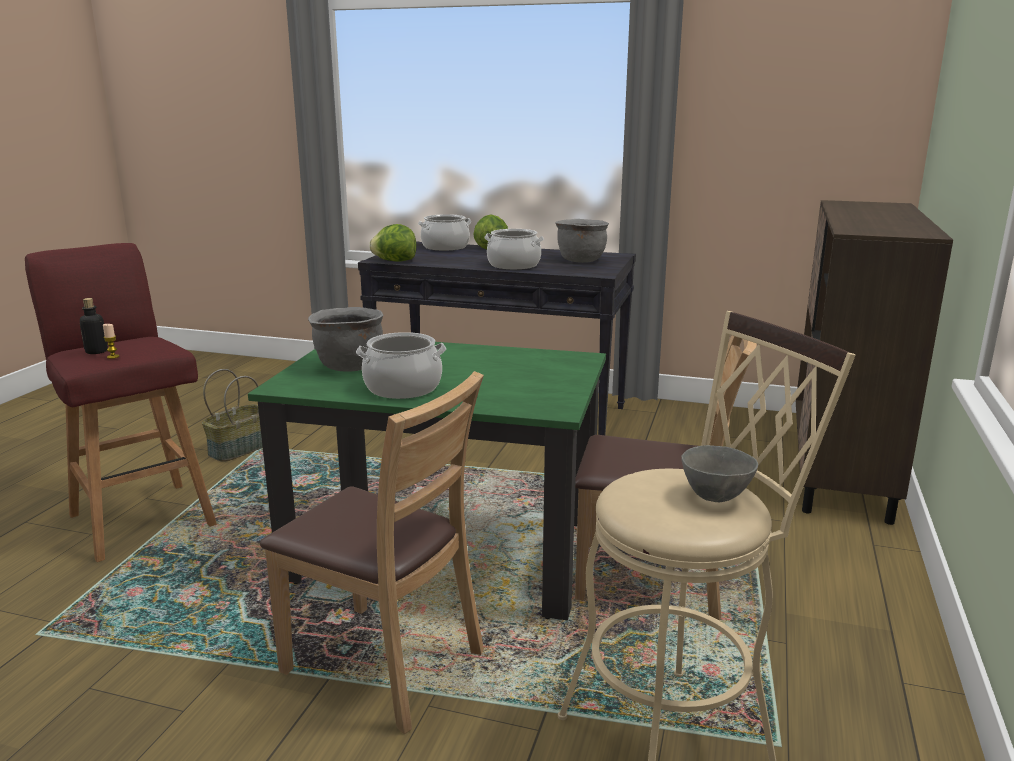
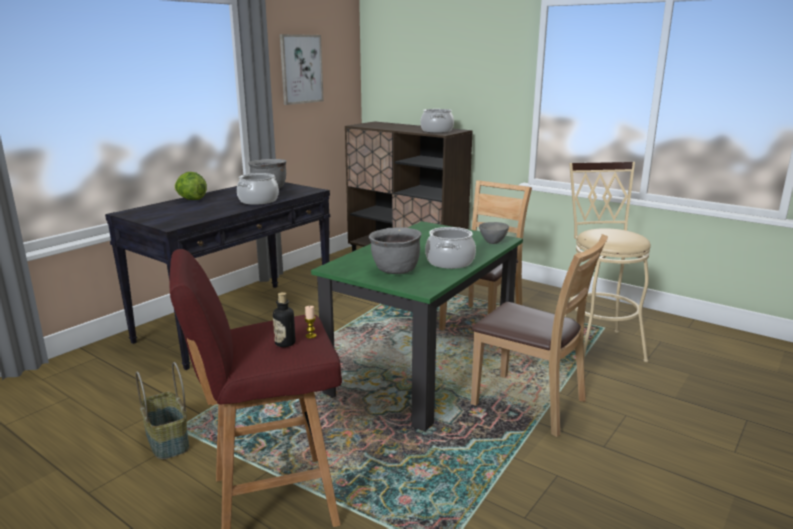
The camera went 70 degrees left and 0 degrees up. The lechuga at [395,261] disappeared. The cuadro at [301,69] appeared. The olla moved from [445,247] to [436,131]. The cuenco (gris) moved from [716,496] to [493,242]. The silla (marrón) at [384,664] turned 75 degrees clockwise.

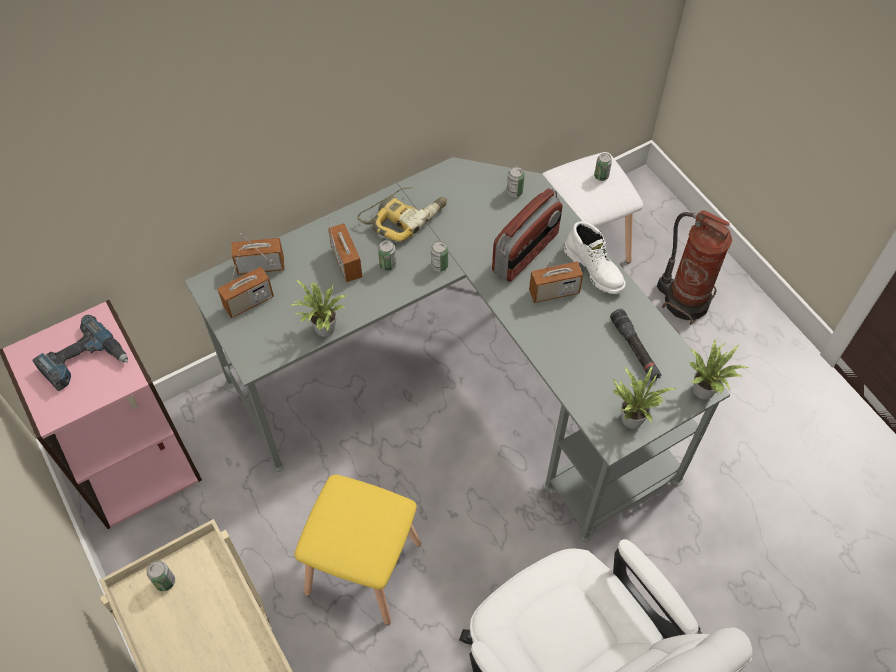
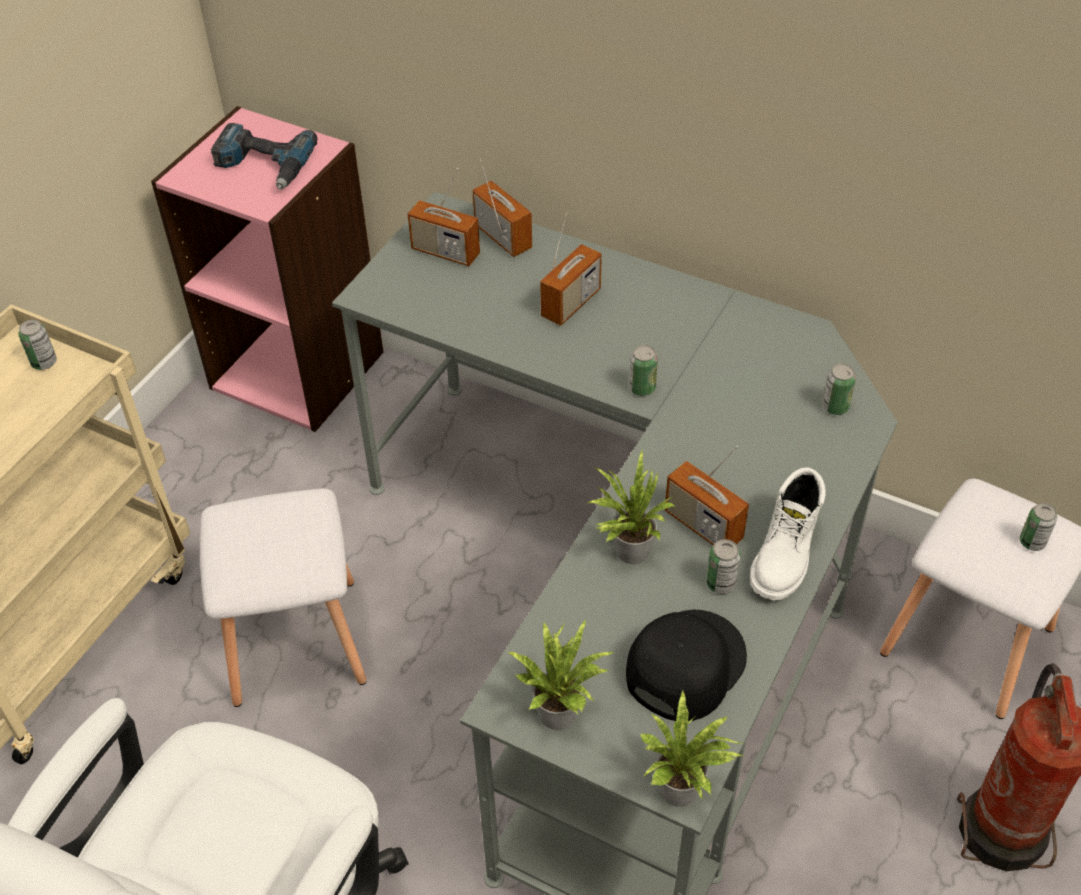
The camera went 60 degrees right and 10 degrees down. The taladro at [404,216] disappeared. The radio at [526,253] disappeared. The planta en maceta moved from [323,330] to [627,550]. The lata moved from [388,265] to [720,583]. The linterna (negro) at [634,349] was replaced by the gorra (negro) at [683,665]. The taburete (amarillo) at [363,566] became the taburete (blanco) at [298,639].

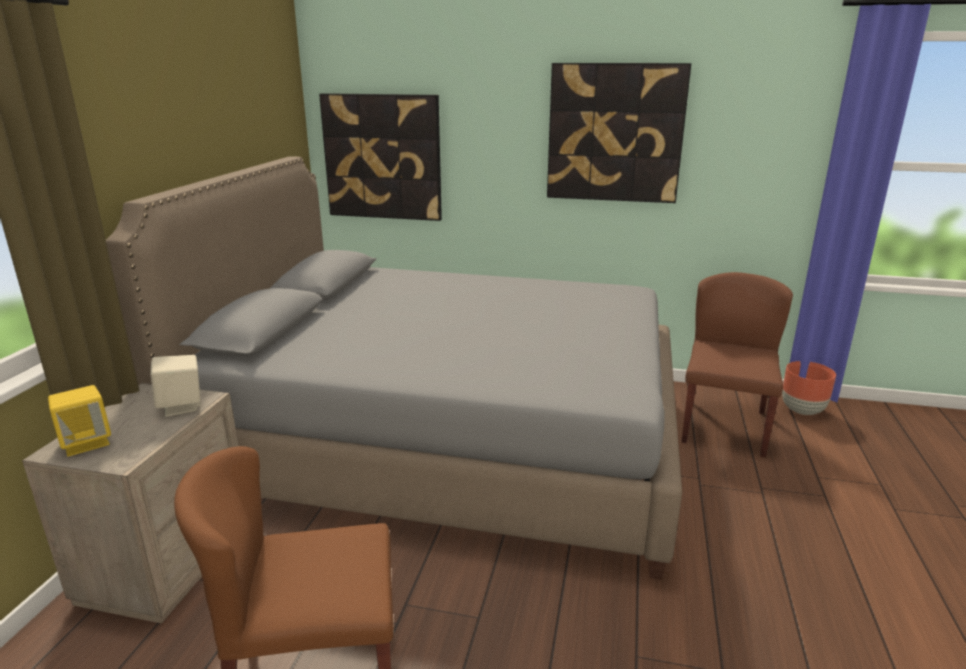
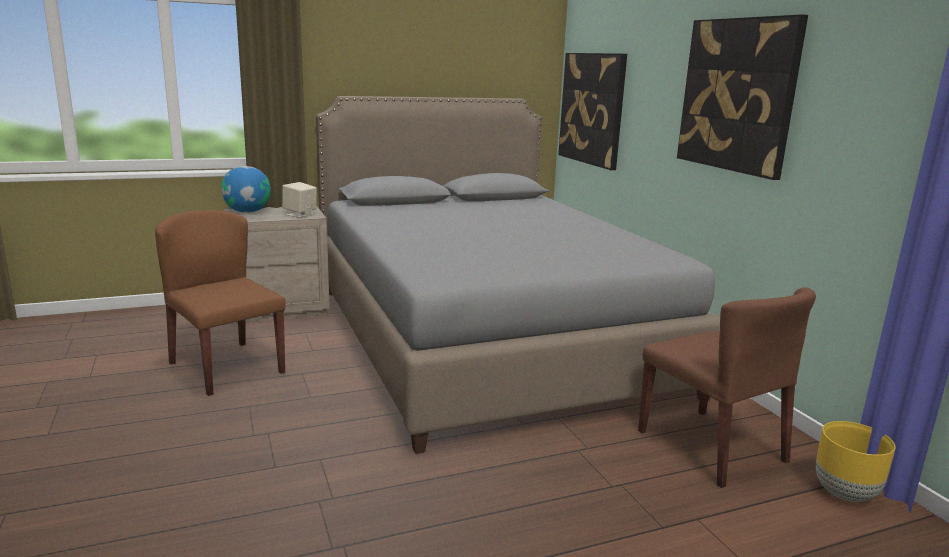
The camera went 55 degrees right and 5 degrees down. The altavoz (amarillo) at [86,443] was replaced by the globo terráqueo at [247,212]. The maceta (marrón) at [802,410] became the maceta (amarillo) at [845,493]. The silla (marrón) at [723,426] turned 75 degrees clockwise.

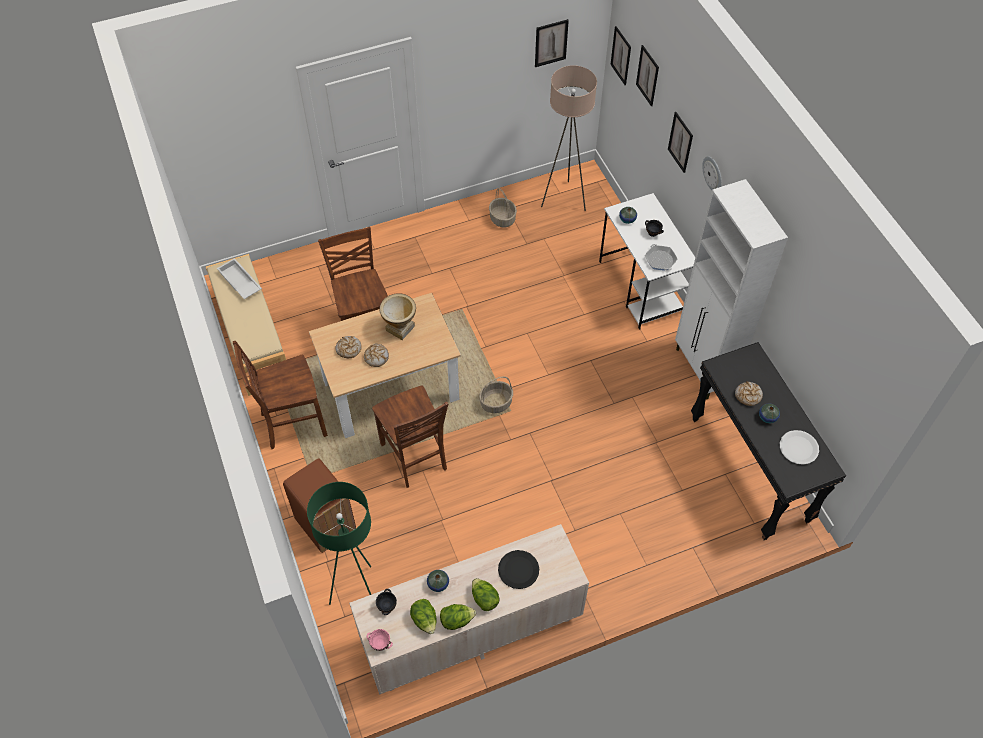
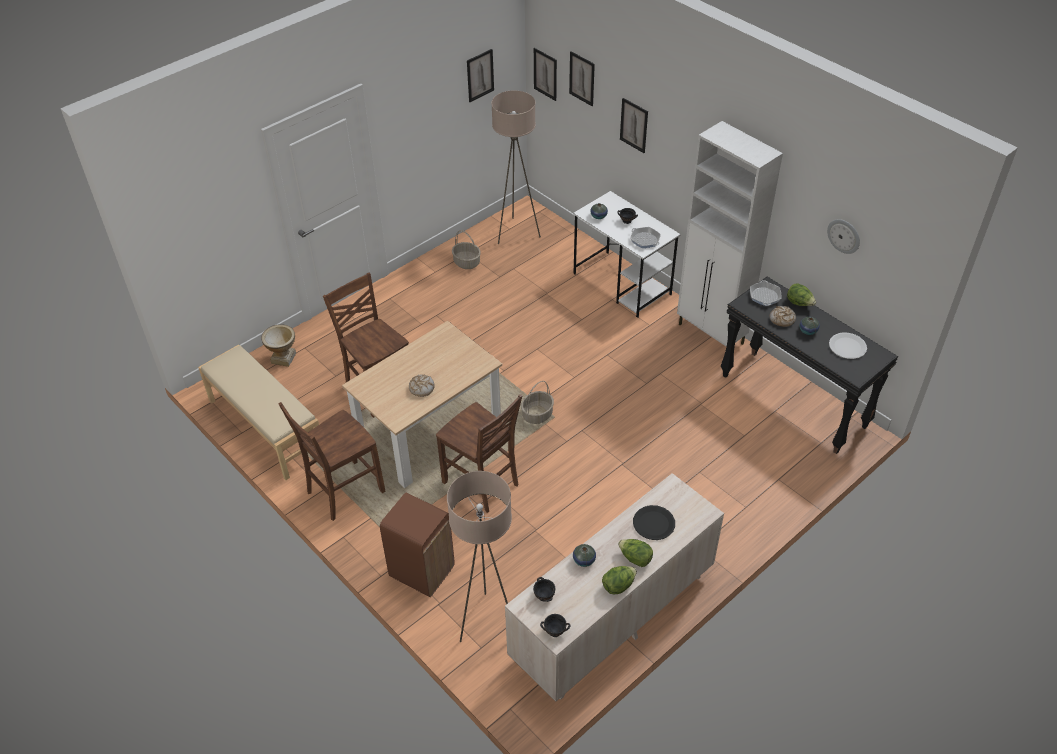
The camera went 20 degrees left and 10 degrees down. The bandeja (blanco) at [239,282] disappeared. The pan at [348,349] disappeared. The sartén at [764,296] appeared. The florero moved from [400,328] to [283,358]. The lechuga moved from [425,620] to [799,303]. The reloj de pared moved from [713,173] to [844,236]. The lámpara de pie (verde) at [360,595] became the lámpara de pie (beis) at [488,623]. The cuenco (rosa) at [380,644] became the cuenco (negro) at [555,631].

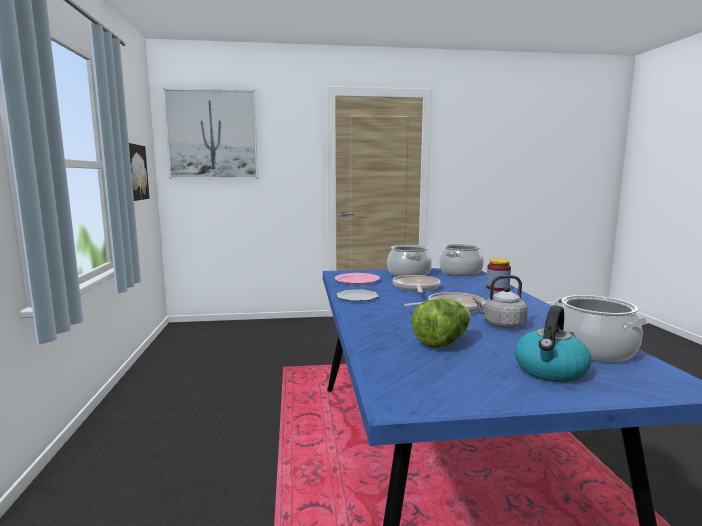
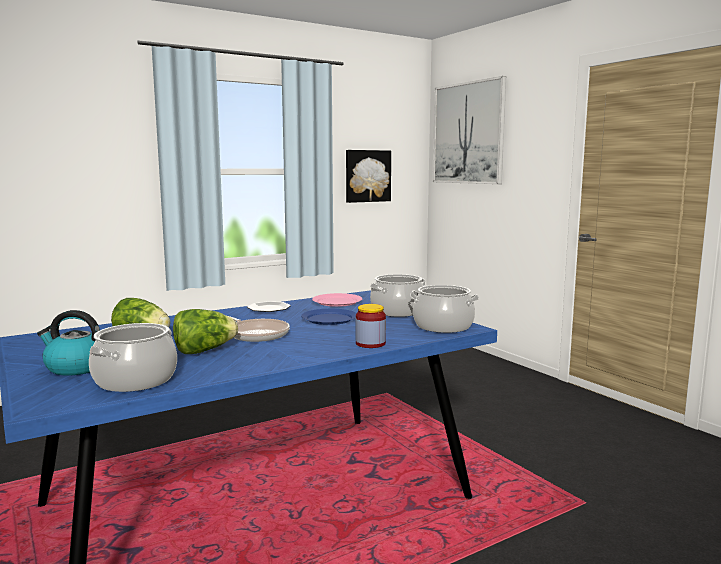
The camera went 65 degrees right and 0 degrees up. The sartén at [416,288] was replaced by the plato (azul) at [329,319]. The hervidor (gris) at [501,325] was replaced by the lechuga at [204,351].

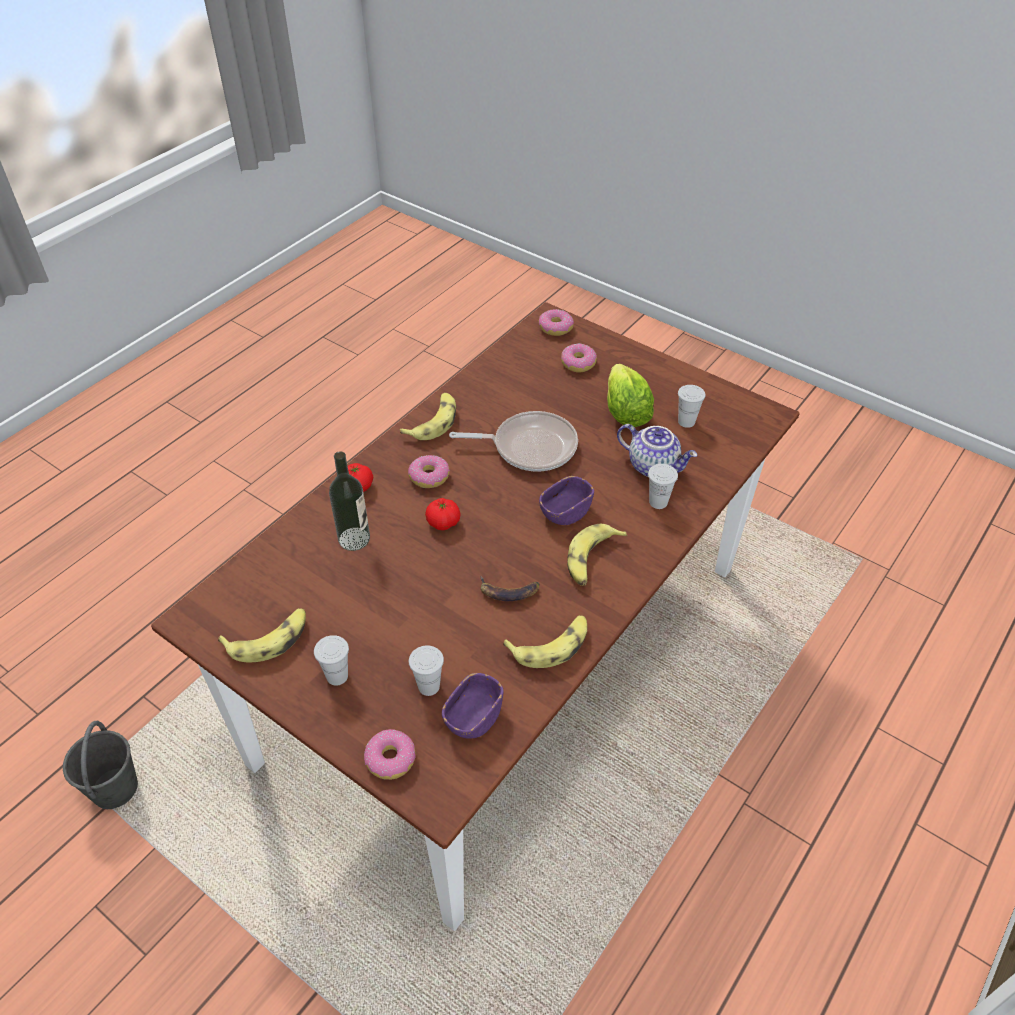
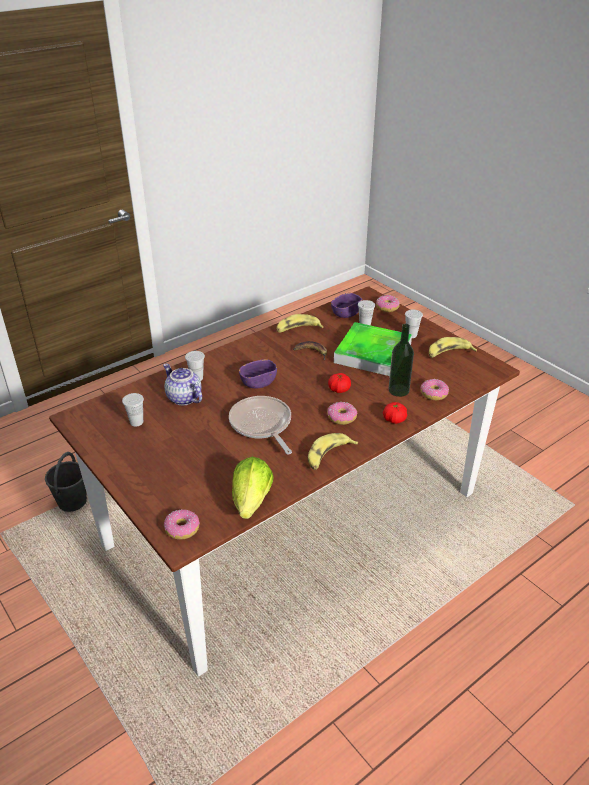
The camera went 165 degrees left and 10 degrees down. The plátano at [592,559] disappeared. The bandeja at [373,353] appeared. The cubo (gris) moved from [115,787] to [72,502]. The rosquilla moved from [578,363] to [434,394]. The lechuga moved from [625,413] to [252,501]. The sartén at [529,447] turned 45 degrees clockwise.

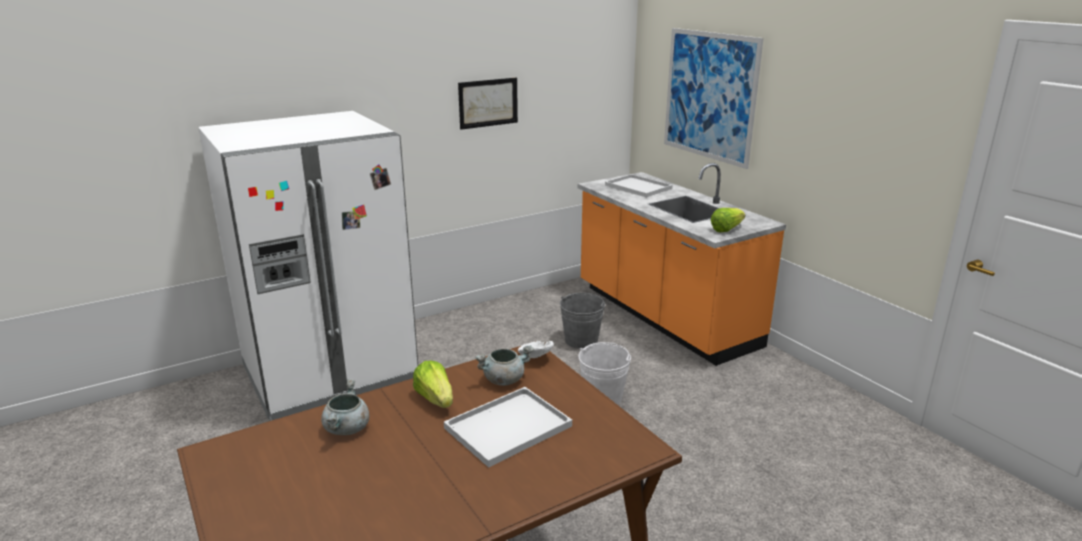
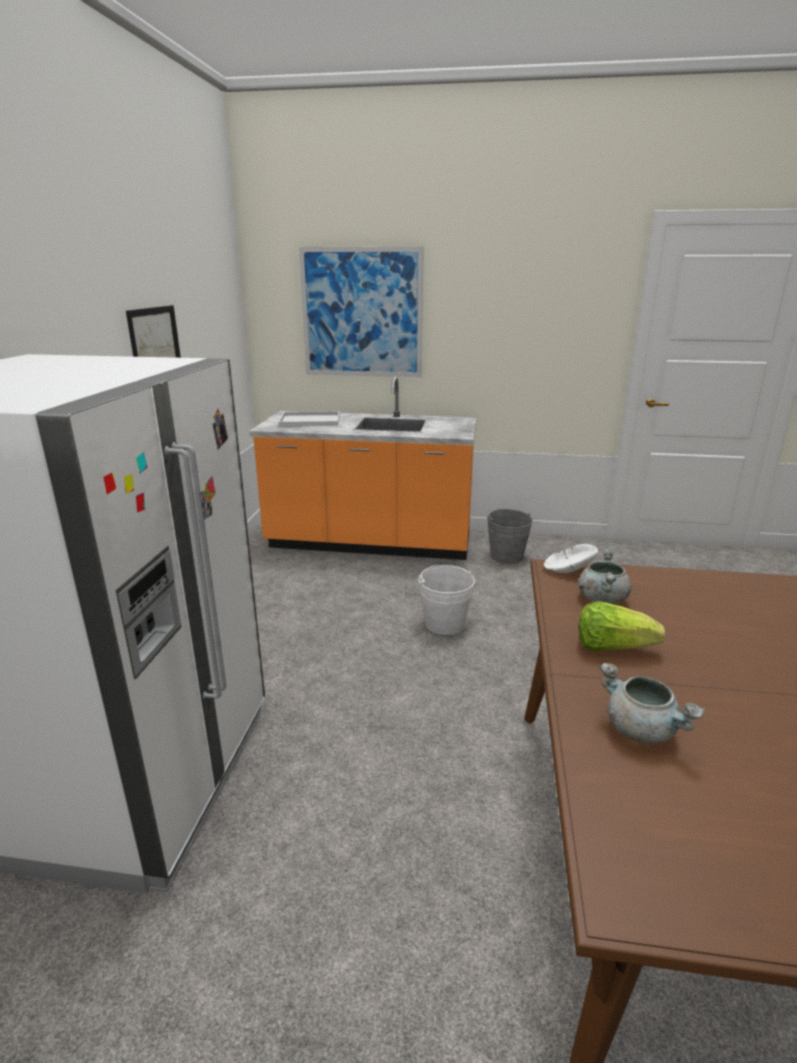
The camera went 50 degrees left and 0 degrees up. The bandeja (blanco) at [509,425] disappeared. The lechuga at [726,229] disappeared. The cubo (gris) moved from [581,340] to [506,556].

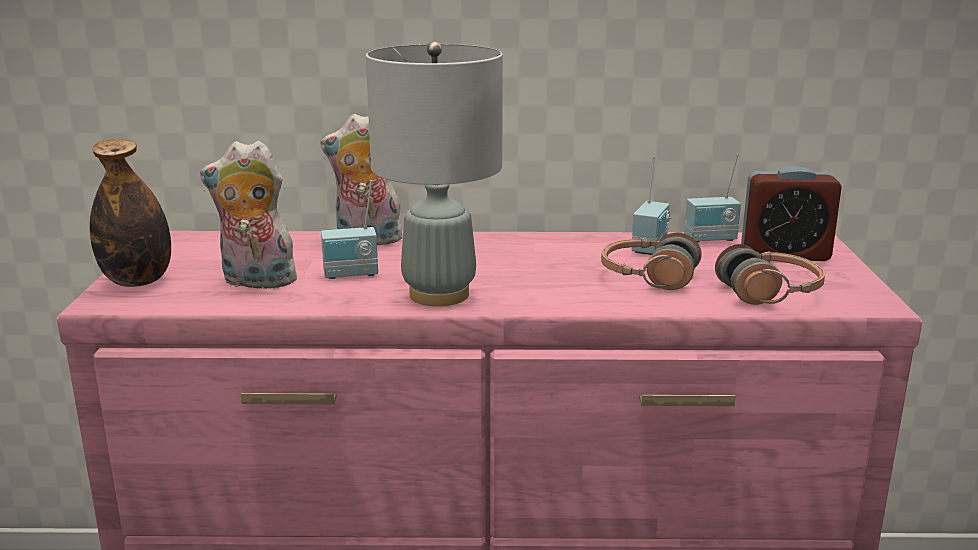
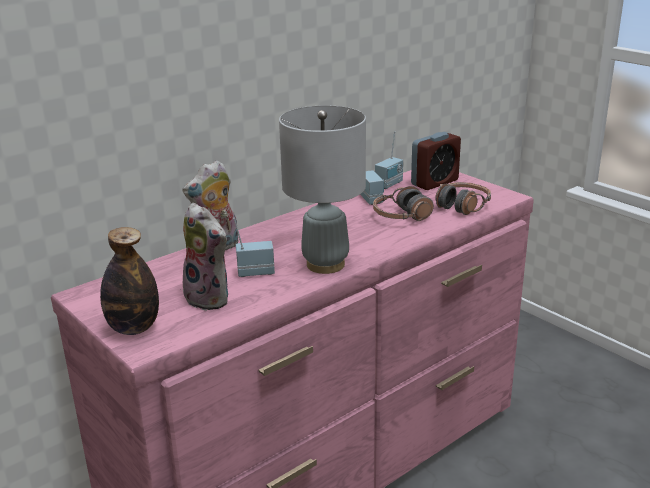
The camera went 40 degrees left and 5 degrees up. The peluche at [255,282] turned 105 degrees counterclockwise. The radio at [351,275] turned 135 degrees counterclockwise.

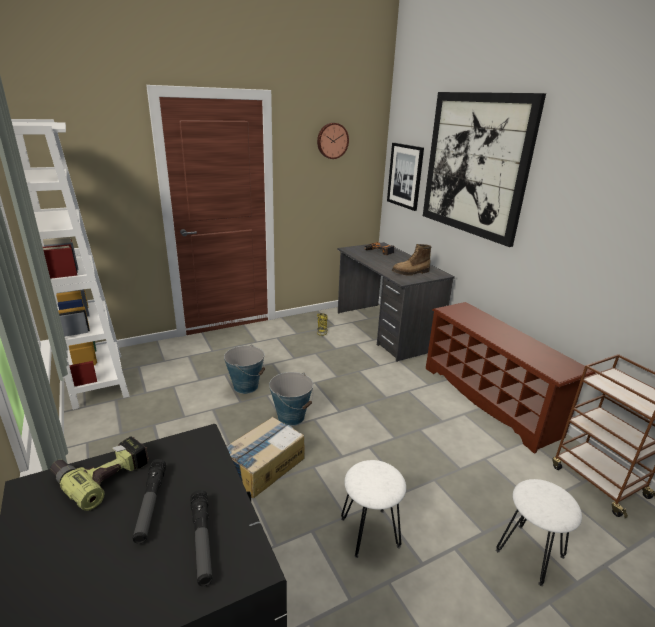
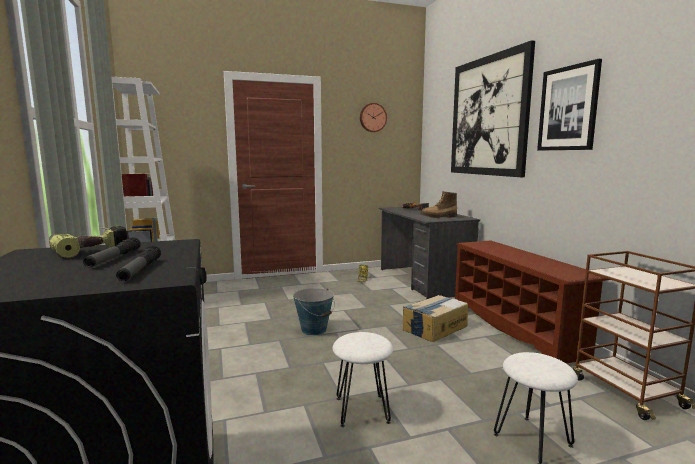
The camera went 10 degrees right and 15 degrees down. The cubo at [246,386] disappeared. The caja de cartón moved from [263,466] to [434,328]. The cuadro moved from [405,176] to [568,108].

